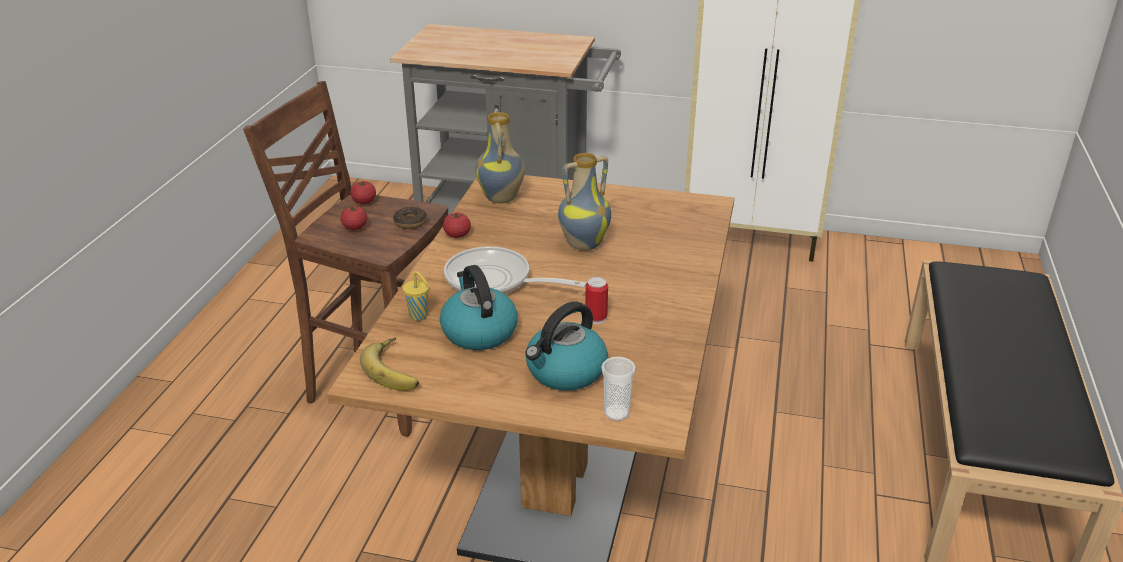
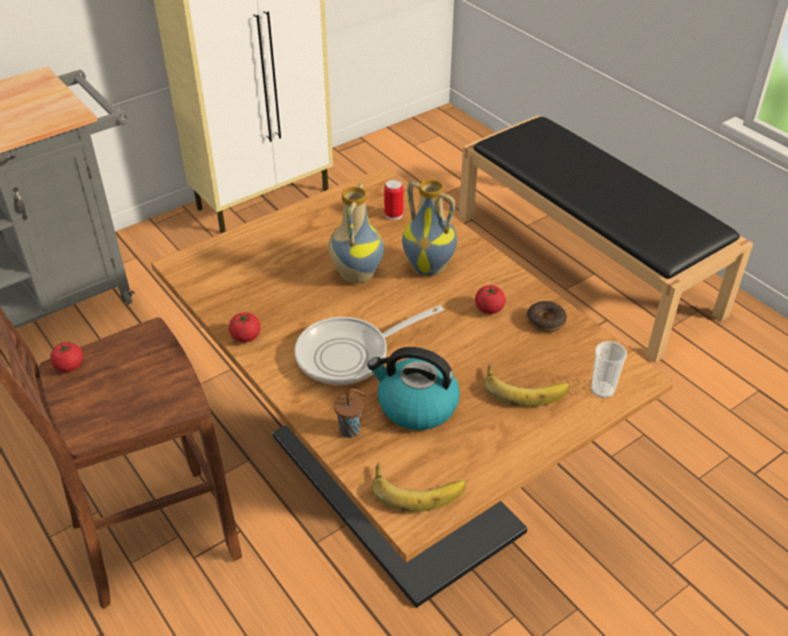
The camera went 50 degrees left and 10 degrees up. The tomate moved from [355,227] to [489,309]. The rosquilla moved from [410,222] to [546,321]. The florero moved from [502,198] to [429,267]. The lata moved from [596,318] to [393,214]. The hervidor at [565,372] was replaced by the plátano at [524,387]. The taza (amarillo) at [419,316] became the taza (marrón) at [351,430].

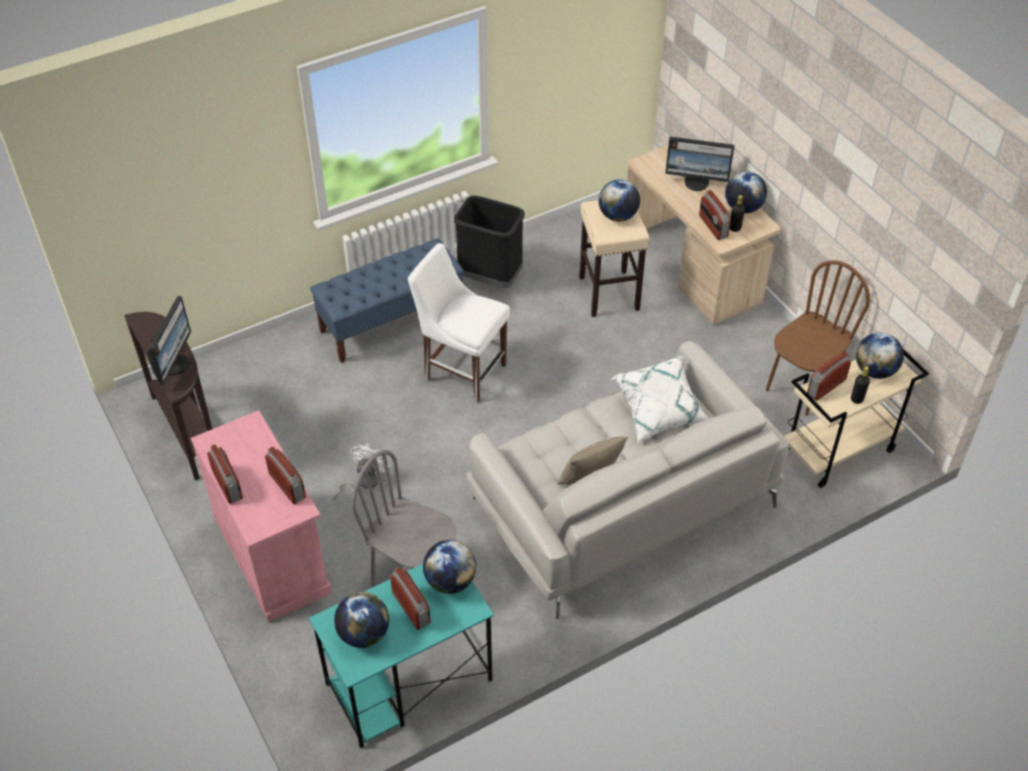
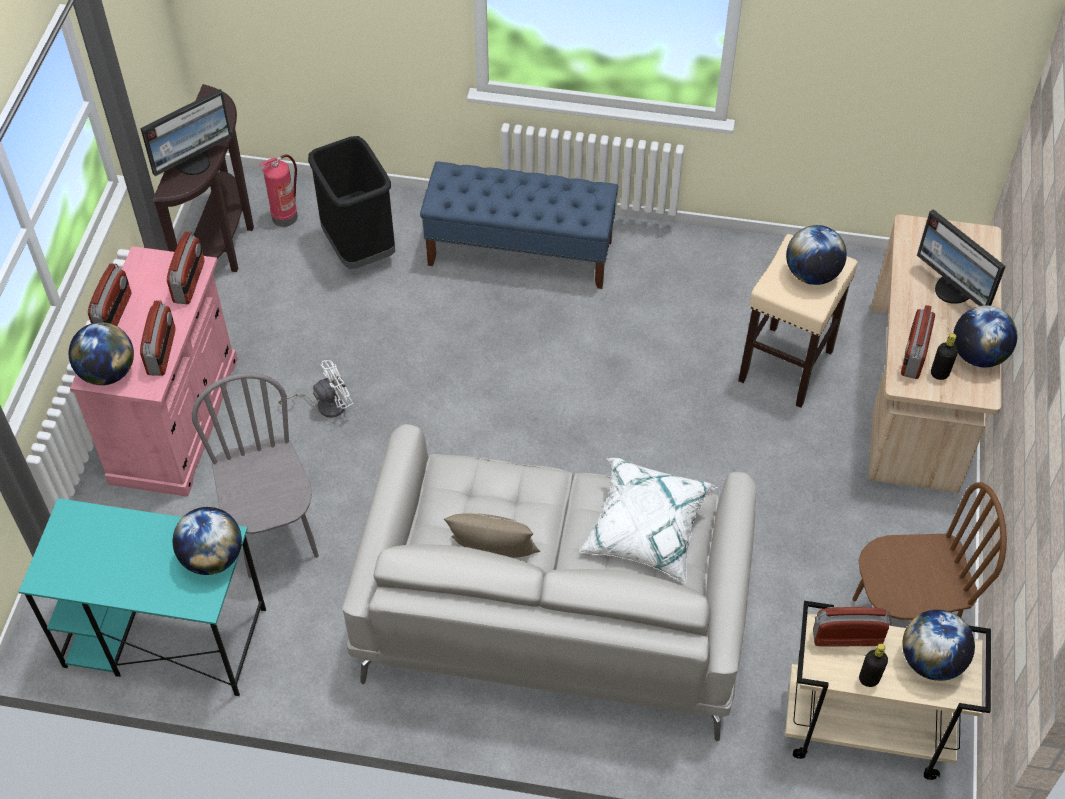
The camera went 40 degrees right and 5 degrees up. The silla (blanco) at [462,370] disappeared. The extintor at [285,216] appeared. The globo terráqueo moved from [364,634] to [108,373]. The radio moved from [411,607] to [189,282]. The papelera (negro) moved from [490,278] to [360,248].

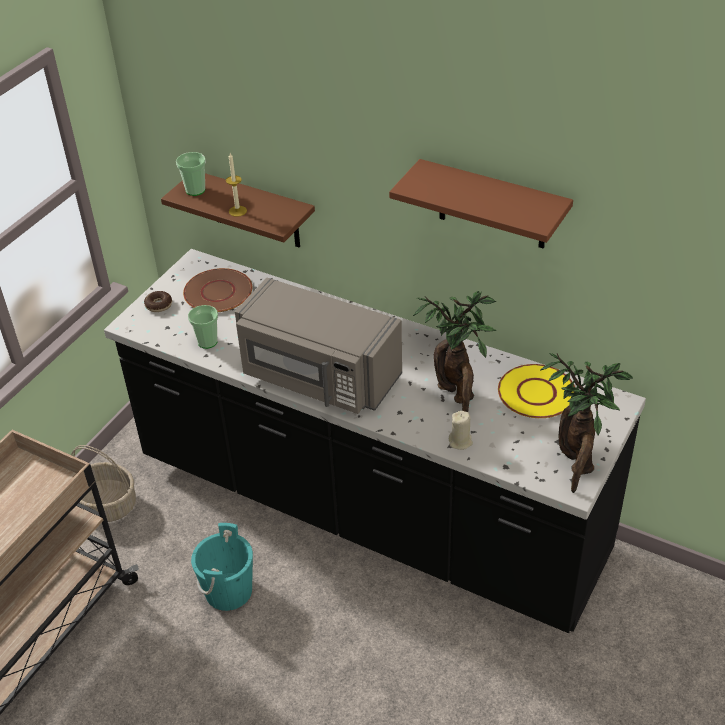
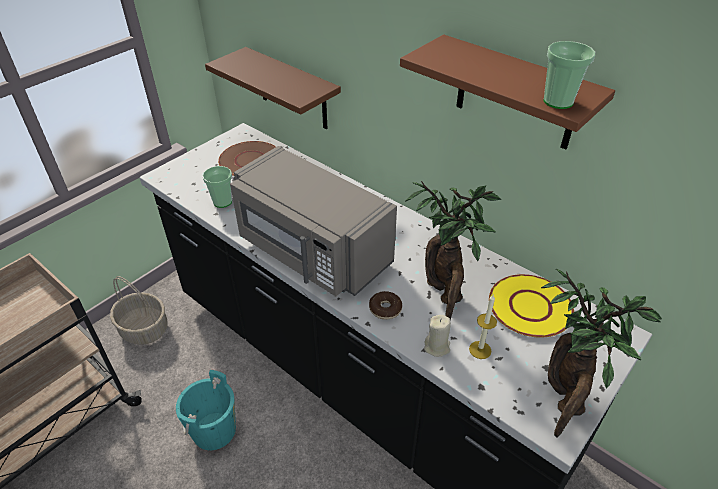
The camera went 10 degrees right and 0 degrees up. The rosquilla moved from [158,305] to [385,309]. The taza moved from [195,190] to [558,101]. The vela moved from [237,211] to [480,350].

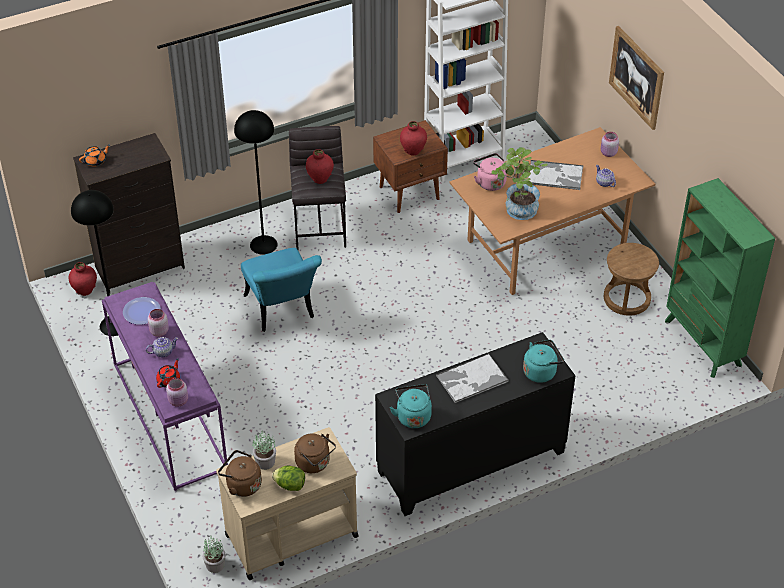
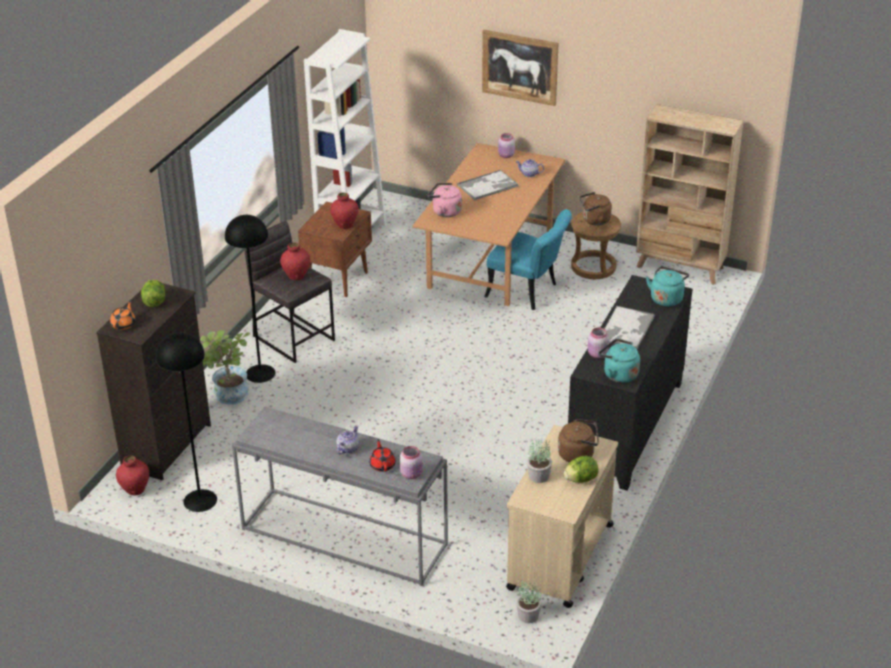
The camera went 40 degrees left and 10 degrees down. The plato at [142,311] disappeared. The lechuga at [154,302] appeared. The tarro (rosa) moved from [158,331] to [597,354]. The hervidor (marrón) moved from [241,485] to [594,220]. The silla (turquesa) moved from [282,311] to [528,292]. The planta en maceta moved from [517,211] to [229,397]. The mesa consola (morado) at [168,416] became the mesa consola (gris) at [342,537]. The estantería (verde) at [702,343] became the estantería (beis) at [680,267].

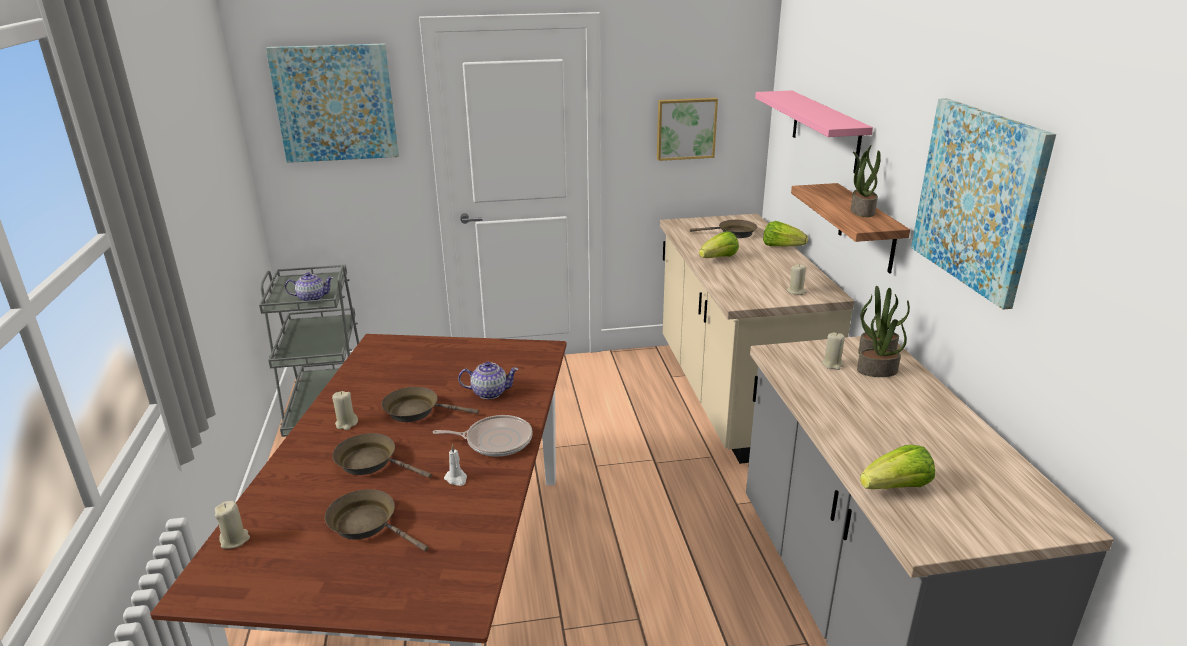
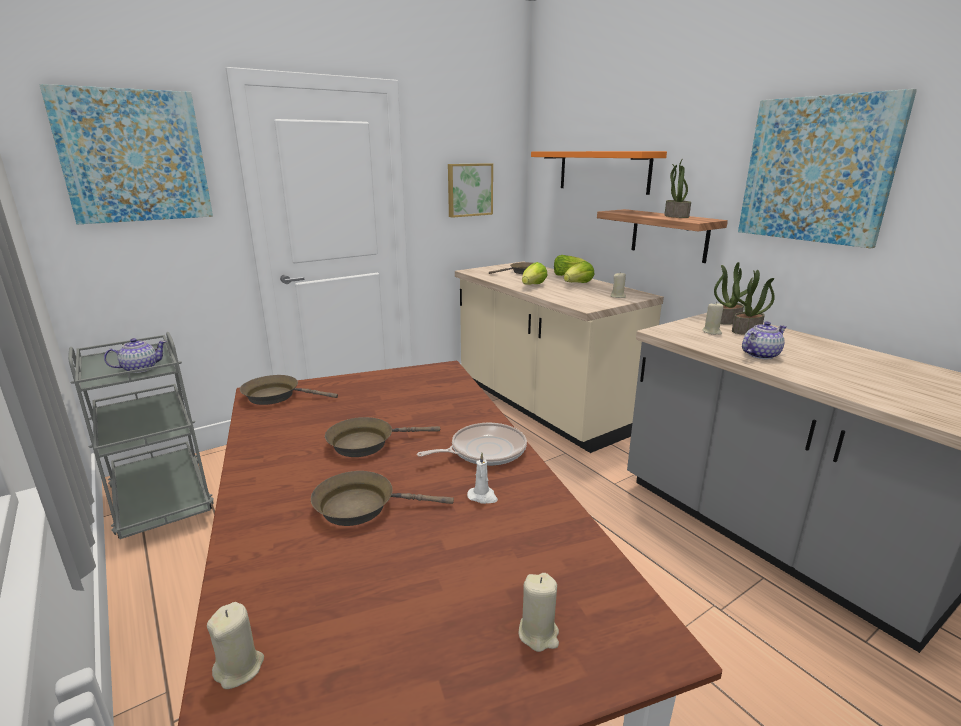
The camera went 25 degrees left and 5 degrees down. The sartén (marrón) moved from [367,524] to [276,396]. The vela (beis) moved from [346,423] to [538,634]. The tetera moved from [489,392] to [760,355]. The lechuga moved from [896,488] to [578,284]. The estante (rosa) at [825,130] became the estante (naranja) at [603,171].

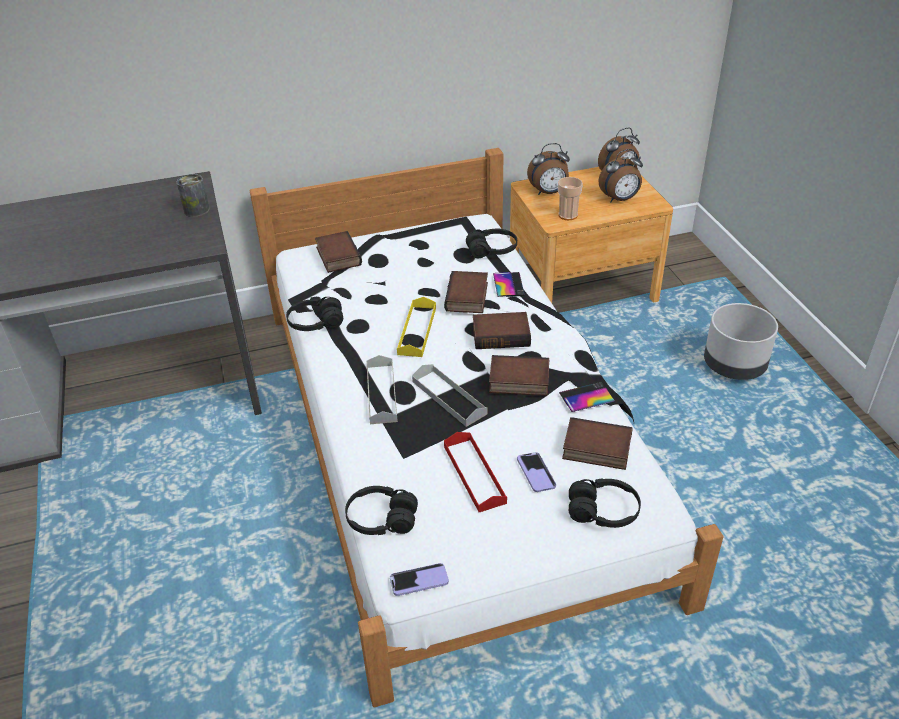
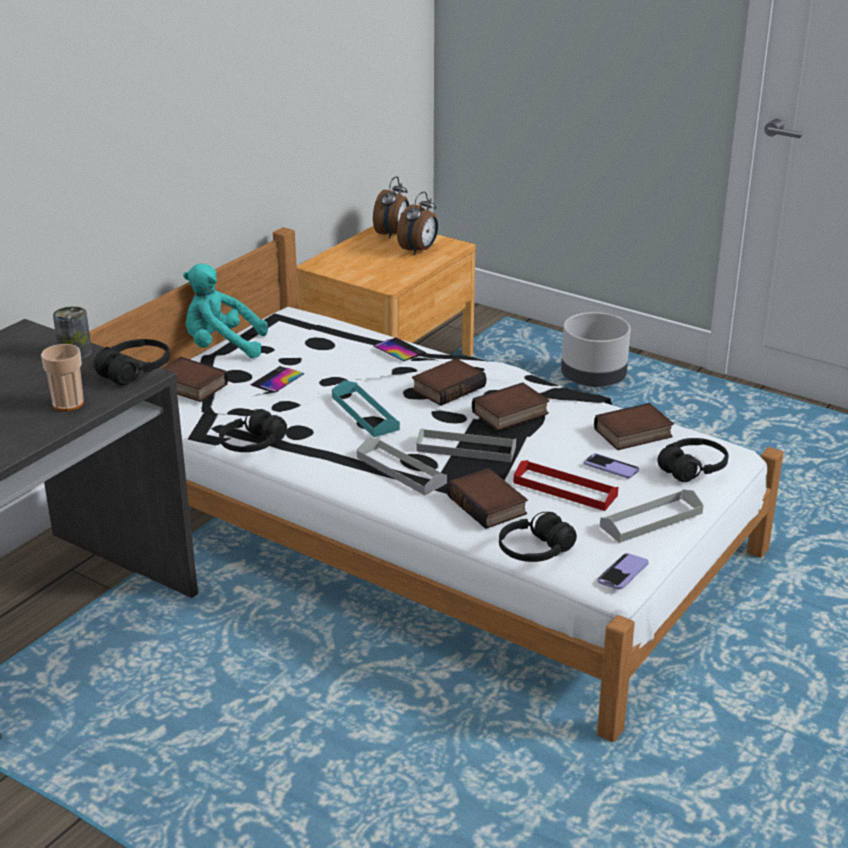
The camera went 40 degrees left and 10 degrees down. The despertador at [548,192] disappeared. The peluche (turquesa) at [222,347] appeared. The bandeja (gris) at [651,520] appeared. The libro moved from [468,297] to [489,505]. The auriculares (negro) moved from [492,250] to [135,371]. The taza moved from [568,215] to [68,404]. The móvil moved from [586,397] to [277,380]. The bandeja (amarillo) at [417,331] became the bandeja (turquesa) at [365,413].

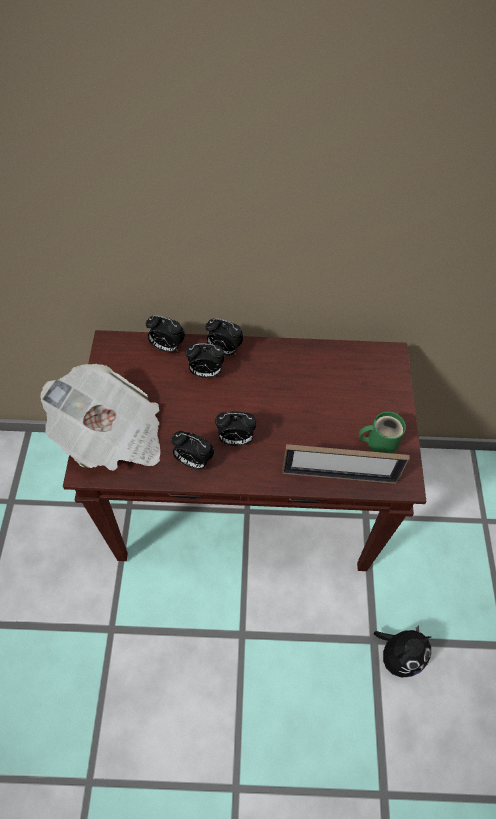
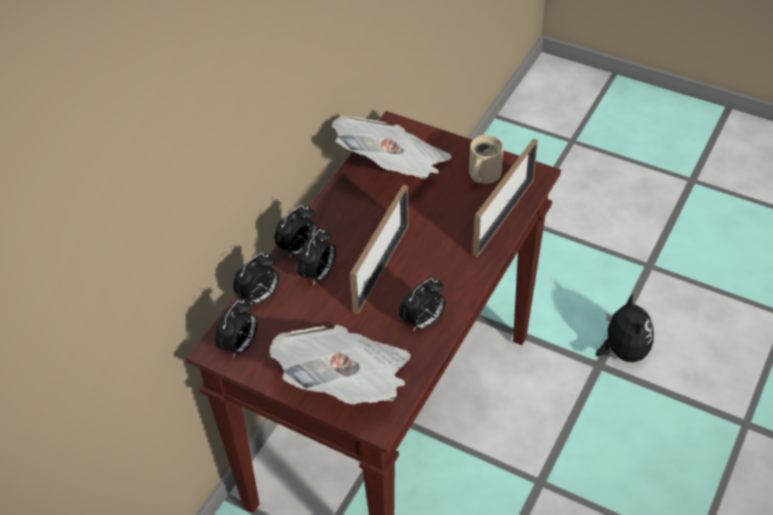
The camera went 60 degrees left and 10 degrees down. The periódico at [394,169] appeared. The portarretratos at [381,268] appeared. The despertador moved from [235,439] to [240,346]. The taza grande (verde) at [379,441] became the taza grande (beis) at [482,174].

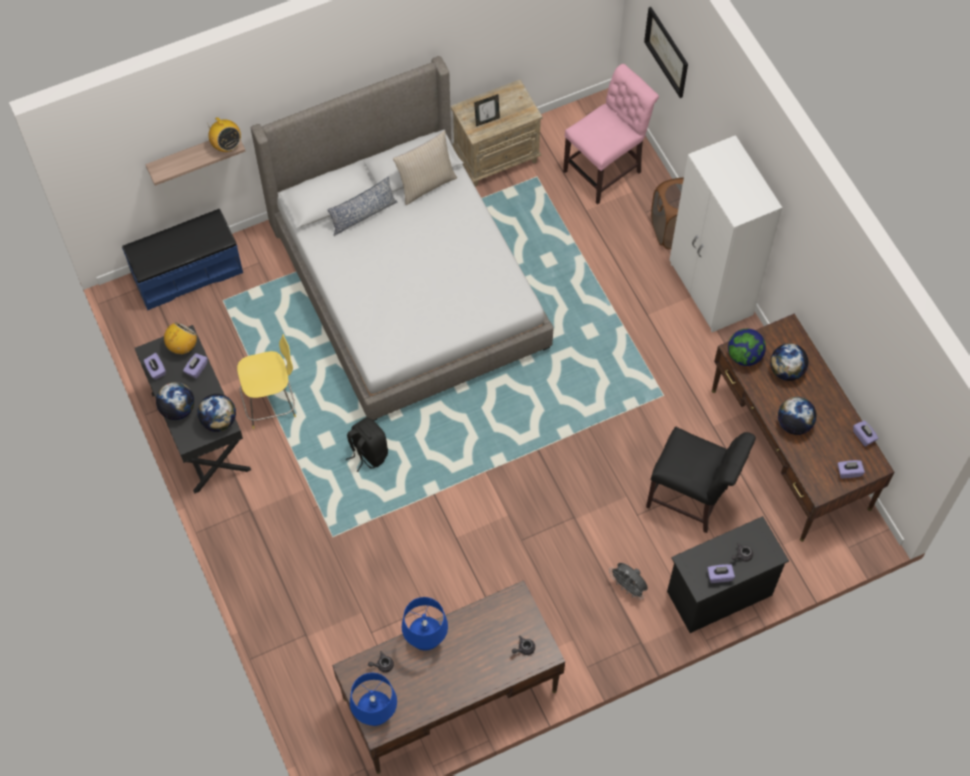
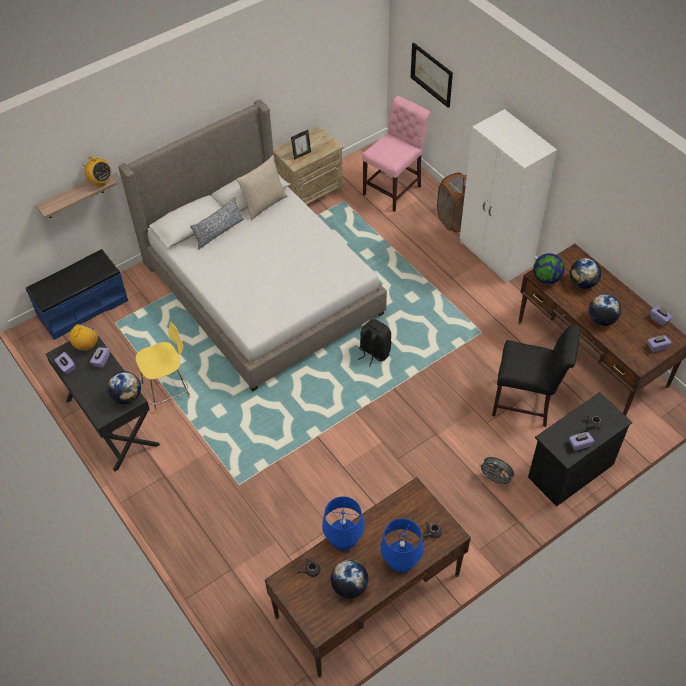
The camera went 10 degrees left and 10 degrees down. The globo terráqueo moved from [178,409] to [349,586]. The mochila (negro) moved from [368,453] to [374,352]. The lámpara de mesa (azul) moved from [375,713] to [400,563].

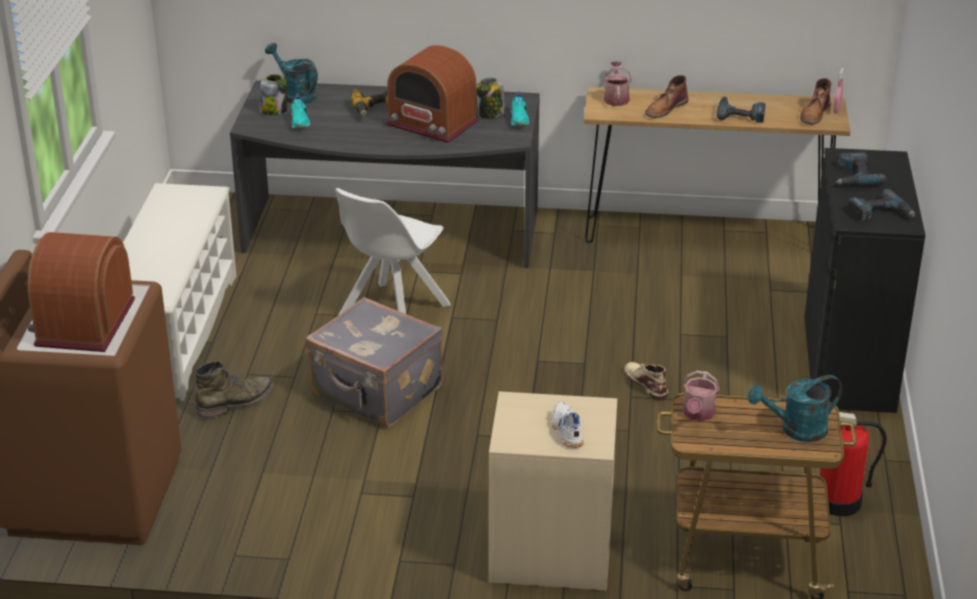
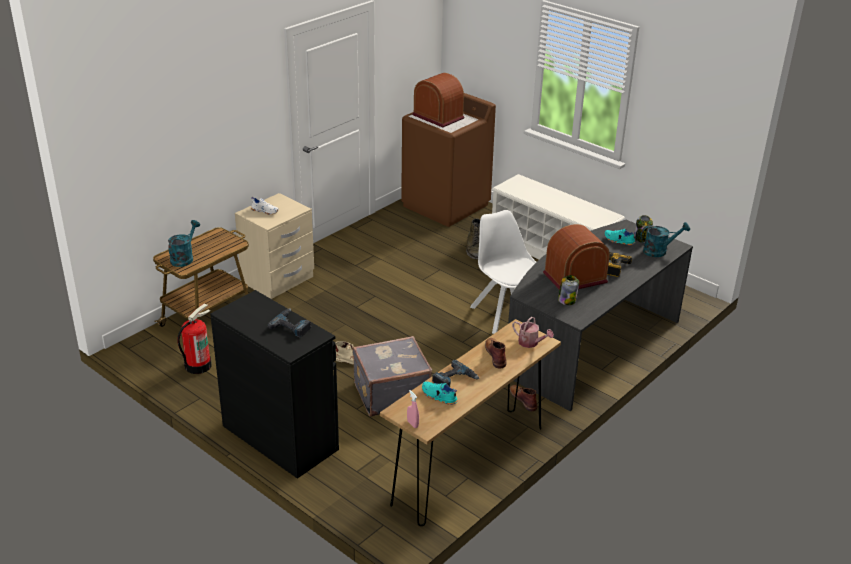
The camera went 125 degrees right and 0 degrees up. The regadera at [698,414] disappeared. The taladro at [880,213] disappeared. The maleta (gris) moved from [376,393] to [390,393]. The zapato (turquesa) moved from [519,119] to [438,397]. The bota (marrón) moved from [814,113] to [523,399].

